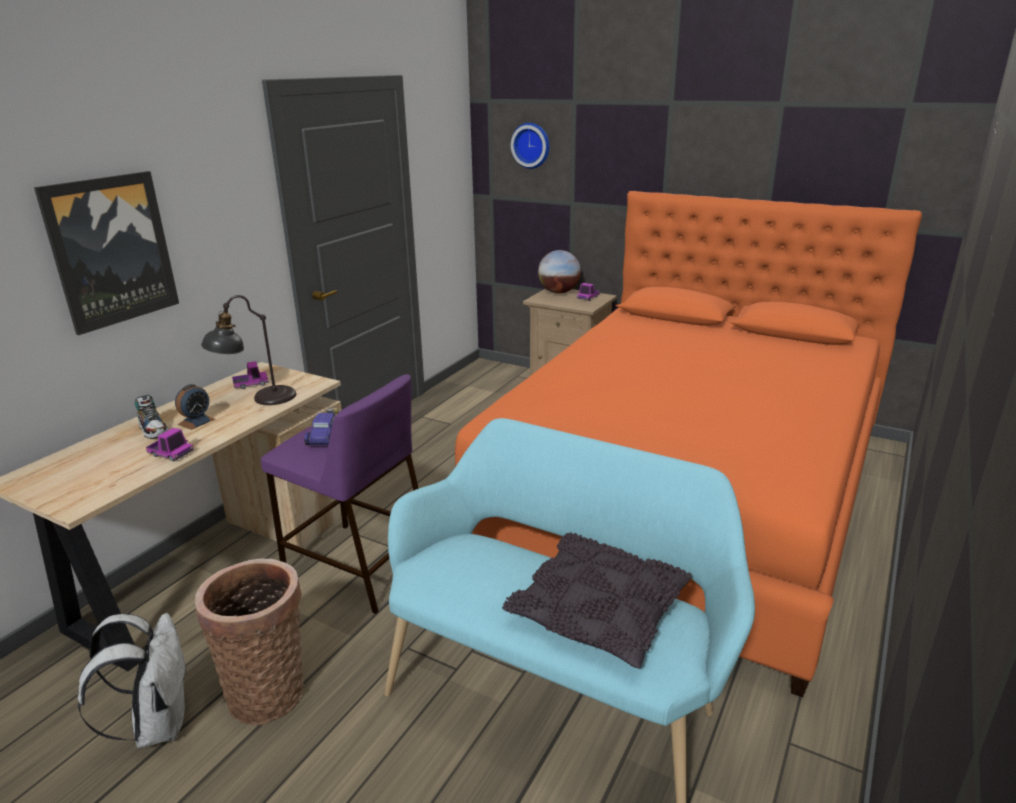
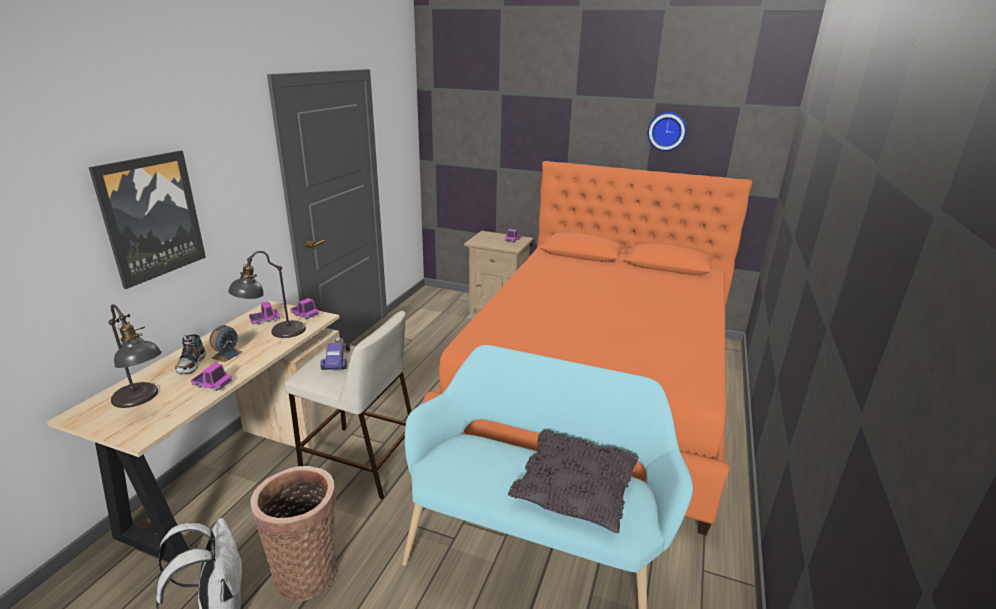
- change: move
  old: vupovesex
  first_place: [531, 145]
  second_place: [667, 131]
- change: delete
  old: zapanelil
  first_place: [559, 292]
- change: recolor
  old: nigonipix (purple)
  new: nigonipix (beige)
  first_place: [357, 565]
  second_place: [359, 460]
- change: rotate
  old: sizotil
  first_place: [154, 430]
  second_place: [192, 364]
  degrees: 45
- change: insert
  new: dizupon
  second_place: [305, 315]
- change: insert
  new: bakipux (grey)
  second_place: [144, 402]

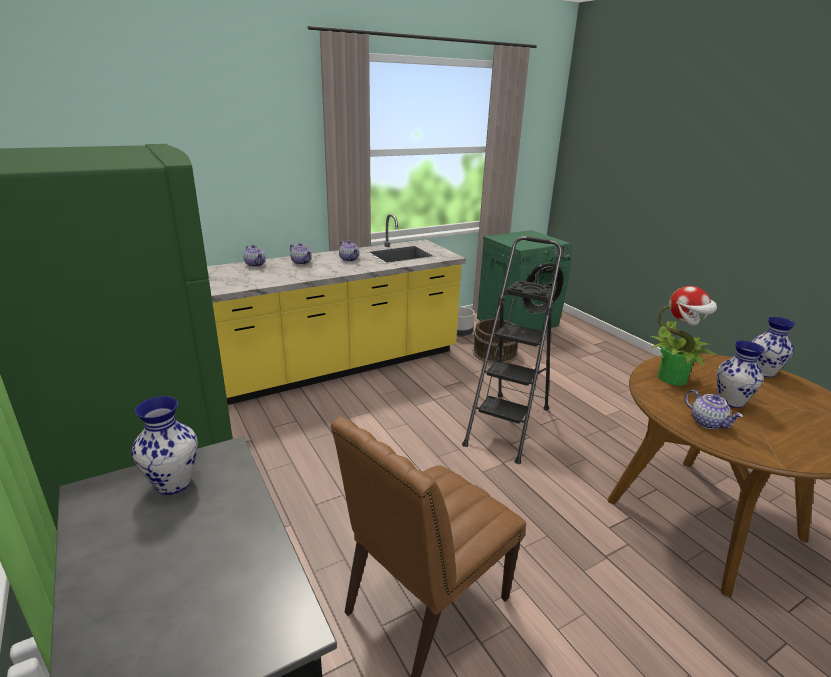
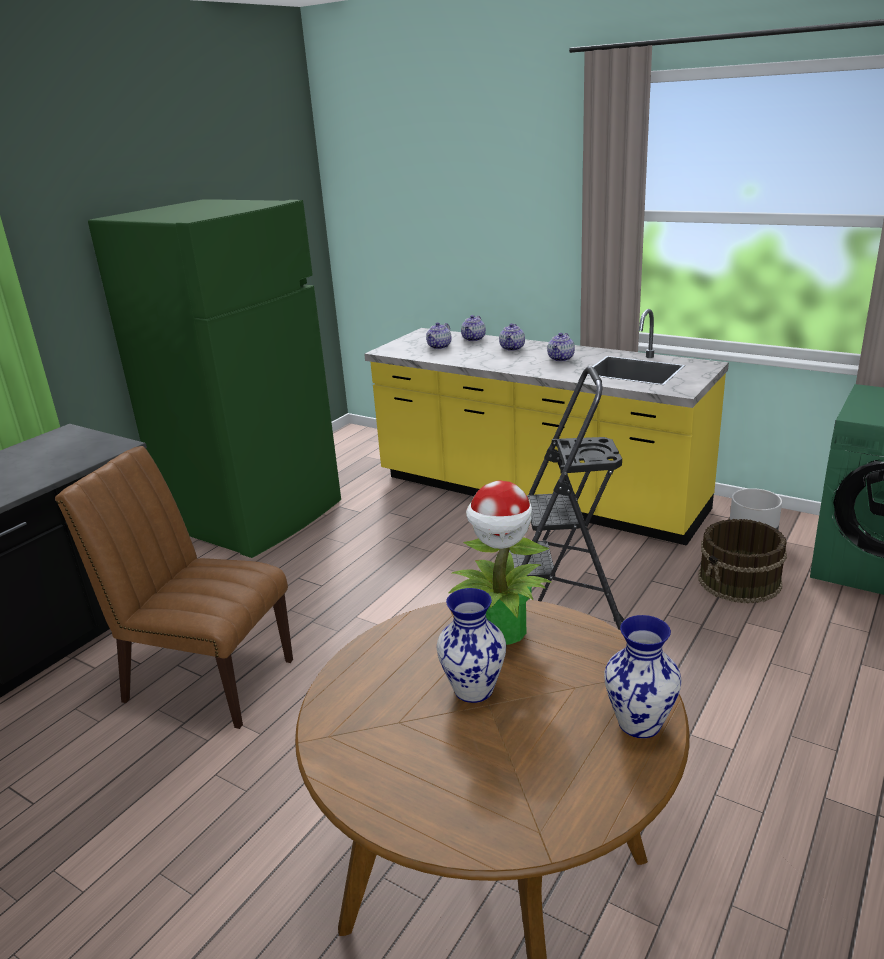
- change: move
  old: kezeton
  first_place: [708, 423]
  second_place: [439, 346]
- change: delete
  old: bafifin
  first_place: [173, 484]

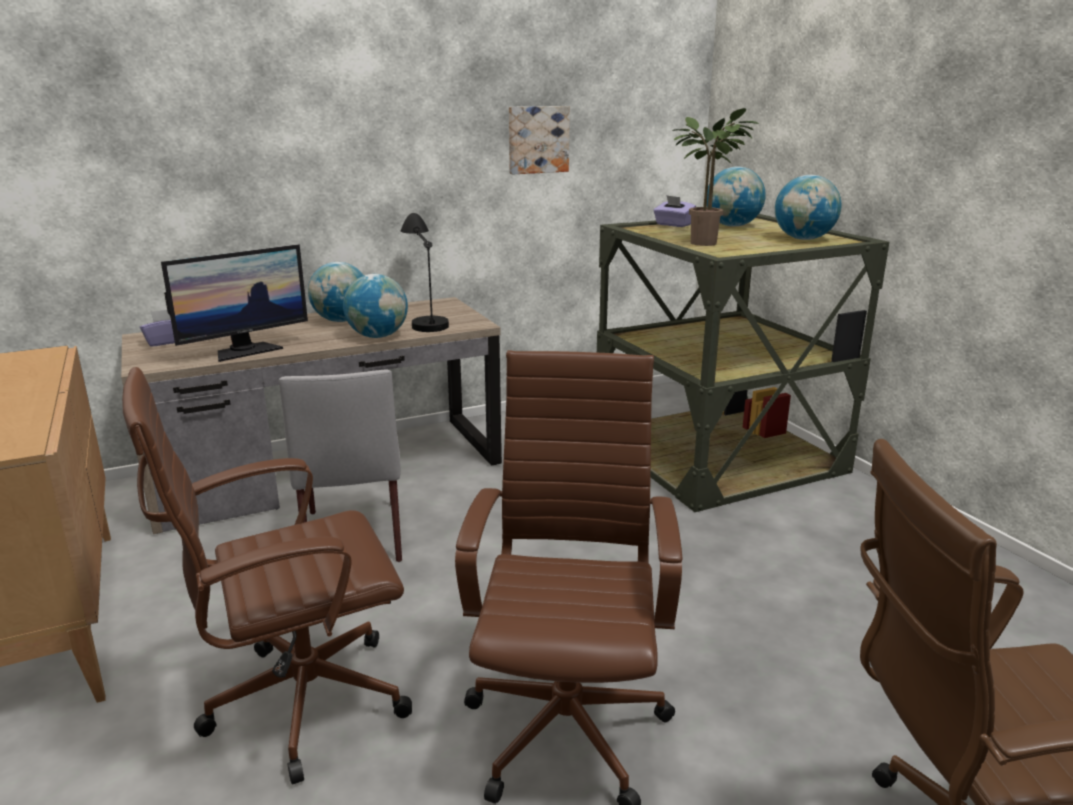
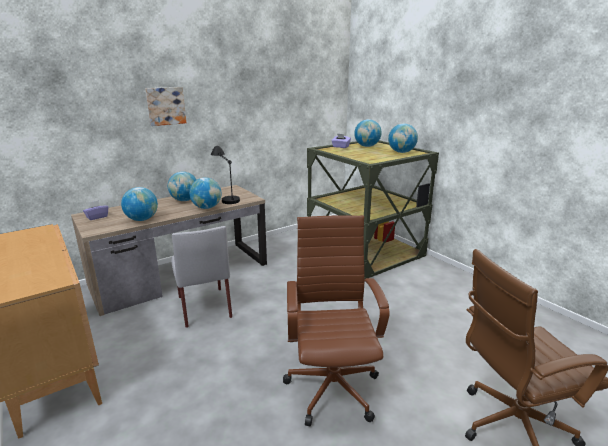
- change: move
  old: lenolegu
  first_place: [537, 139]
  second_place: [165, 106]
- change: delete
  old: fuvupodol
  first_place: [708, 243]
- change: replace
  old: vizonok
  new: zapanelil
  first_place: [245, 351]
  second_place: [142, 219]
- change: delete
  old: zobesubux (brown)
  first_place: [297, 705]

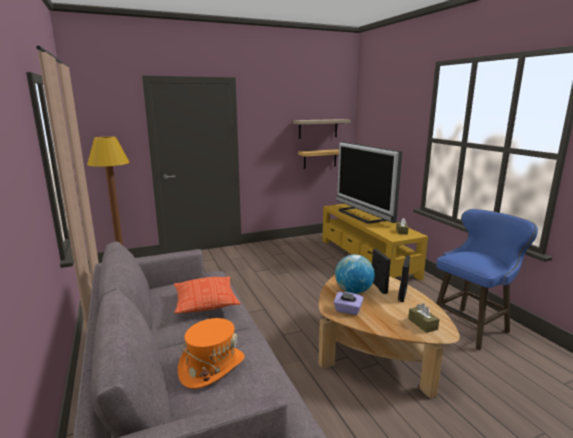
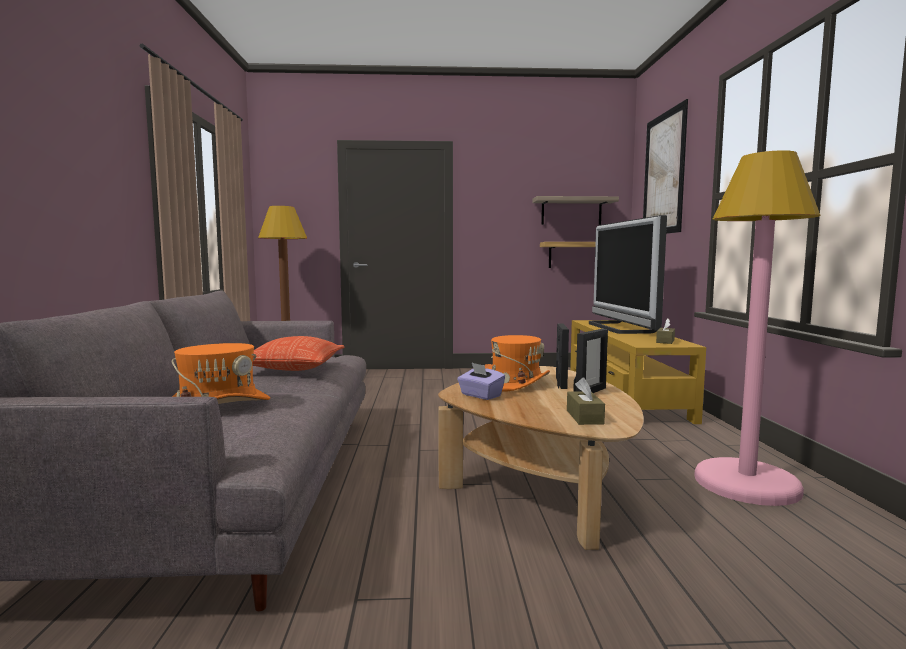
- change: replace
  old: nigonipix (blue)
  new: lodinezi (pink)
  first_place: [471, 327]
  second_place: [746, 483]
- change: replace
  old: zapanelil
  new: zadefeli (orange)
  first_place: [353, 291]
  second_place: [515, 383]
- change: insert
  new: lenolegu
  second_place: [663, 174]

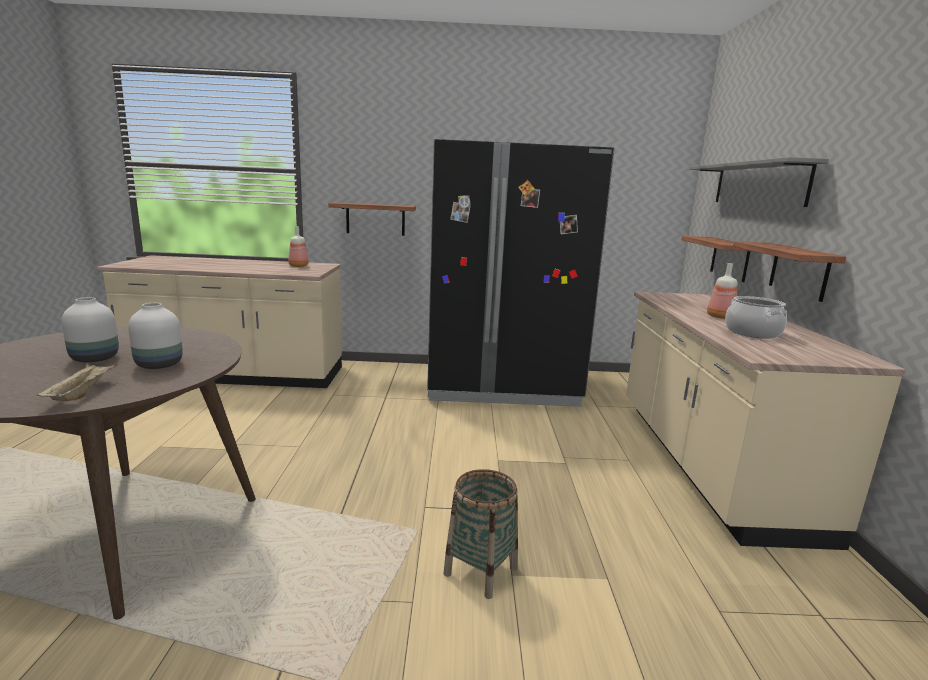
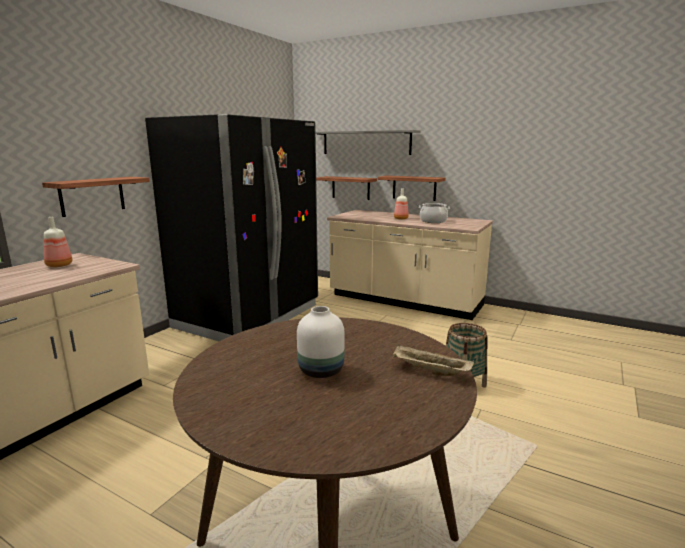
- change: delete
  old: bafifin (white)
  first_place: [158, 365]

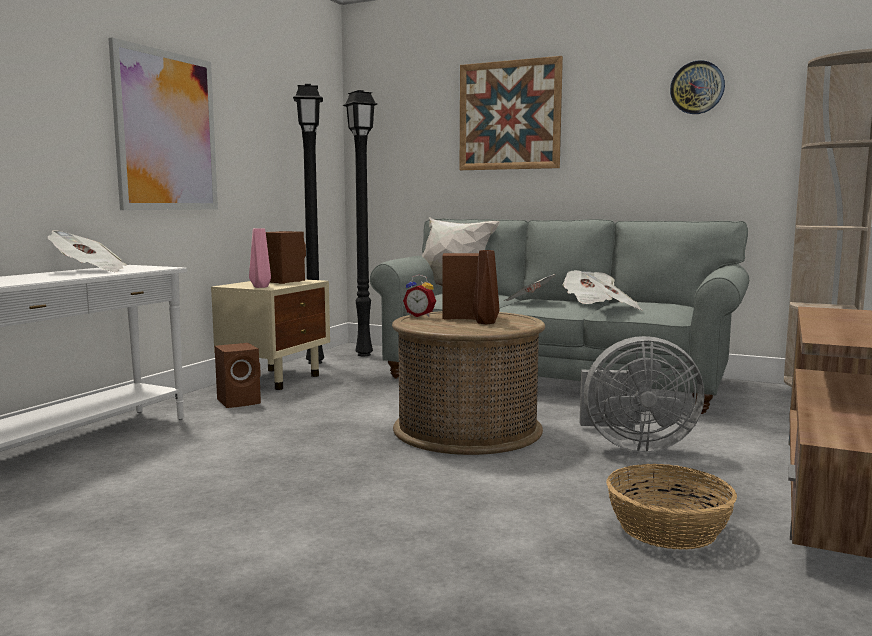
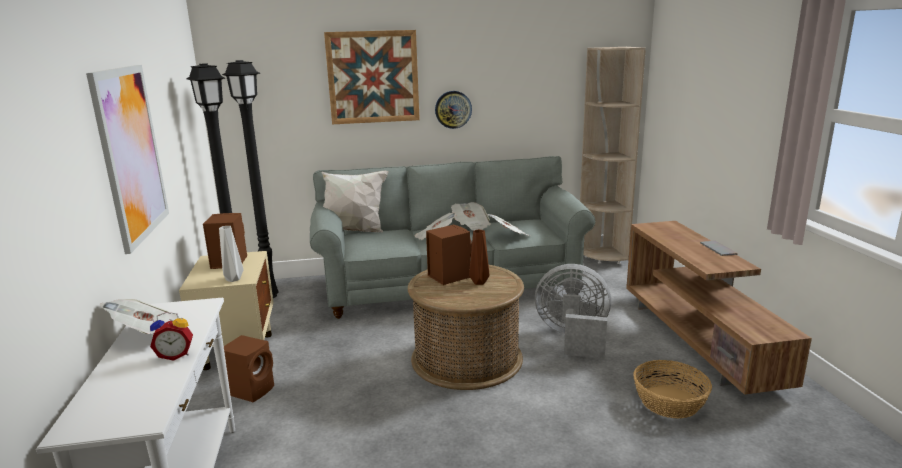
- change: move
  old: vupovesex
  first_place: [697, 87]
  second_place: [453, 109]
- change: recolor
  old: bafifin (pink)
  new: bafifin (grey)
  first_place: [260, 287]
  second_place: [232, 279]
- change: move
  old: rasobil
  first_place: [420, 315]
  second_place: [175, 355]
- change: rotate
  old: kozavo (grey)
  first_place: [633, 445]
  second_place: [573, 338]
  degrees: -135

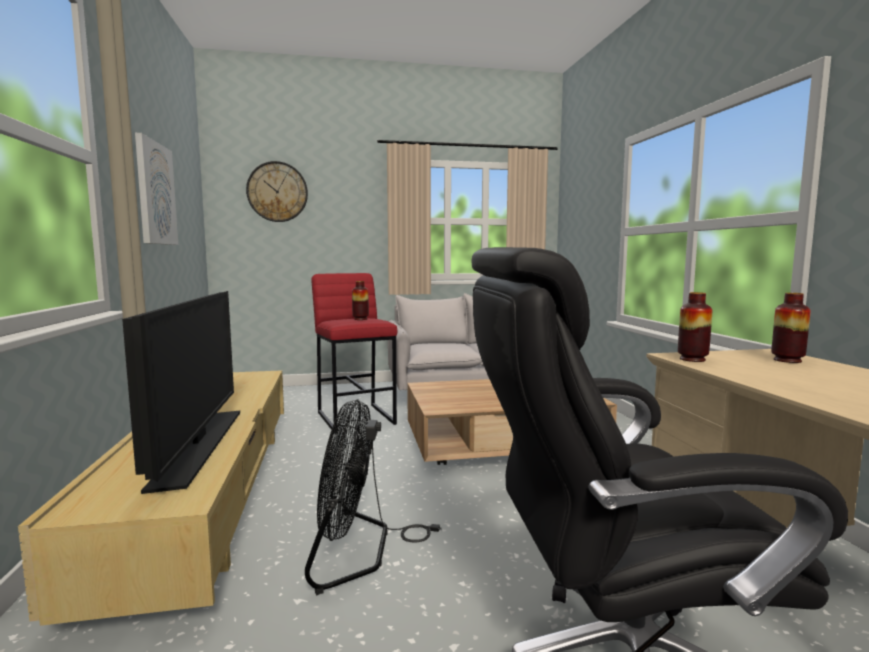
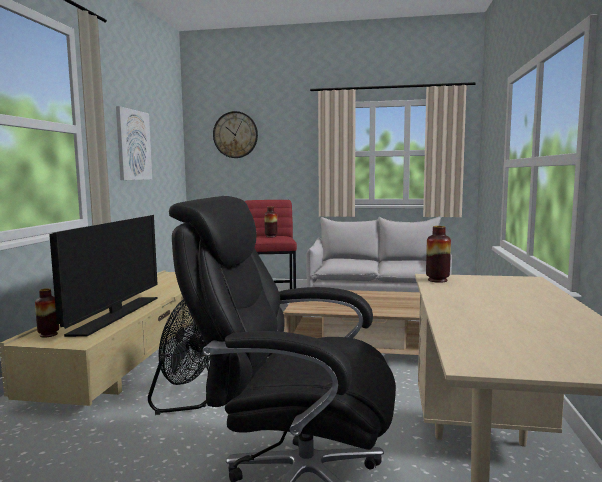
- change: move
  old: bafifin
  first_place: [787, 360]
  second_place: [48, 334]

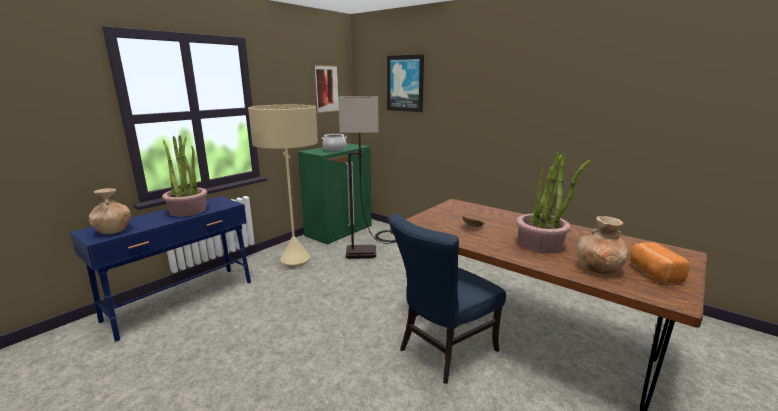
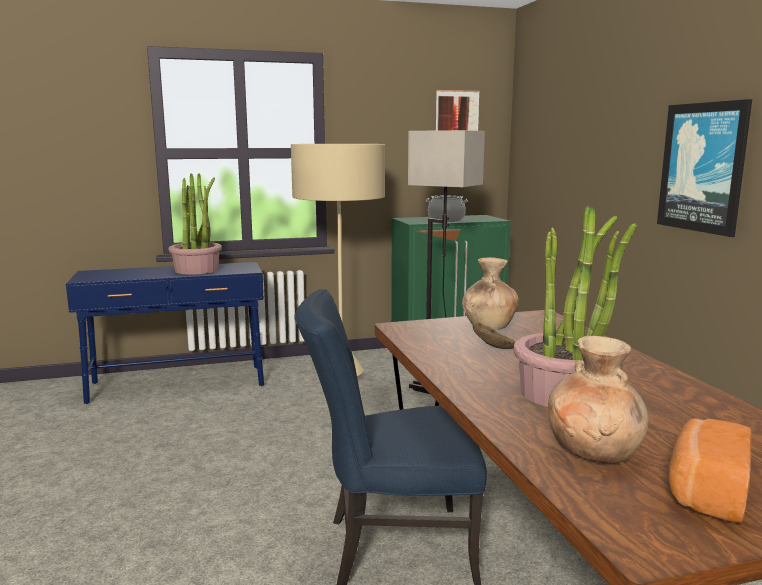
- change: move
  old: lenolegu
  first_place: [405, 83]
  second_place: [703, 167]
- change: move
  old: bafifin (brown)
  first_place: [113, 231]
  second_place: [489, 326]

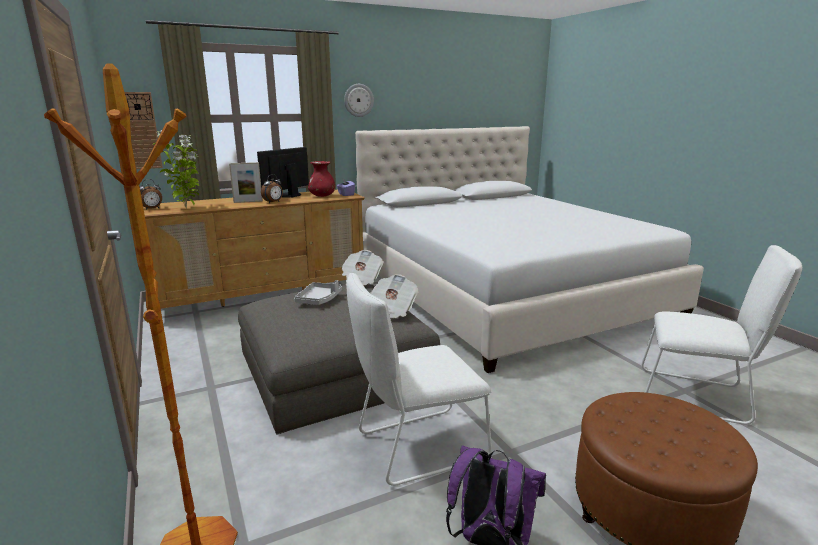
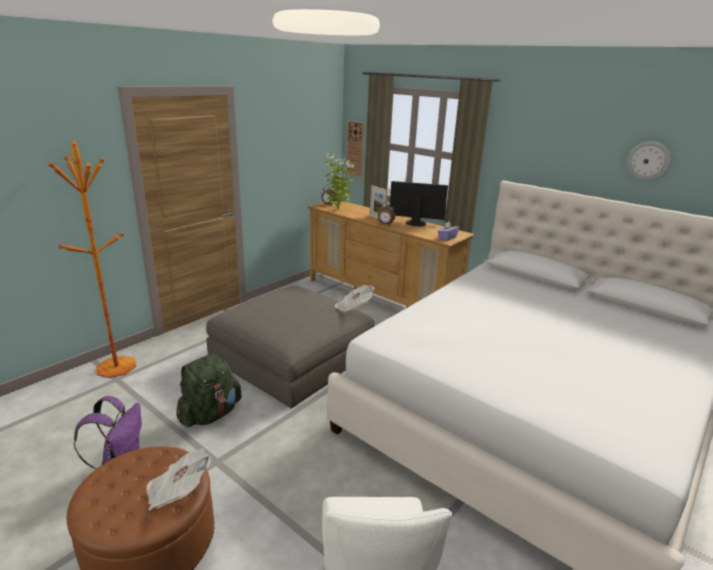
- change: move
  old: vupovesex
  first_place: [358, 100]
  second_place: [648, 161]
- change: delete
  old: bafifin (red)
  first_place: [322, 196]
- change: replace
  old: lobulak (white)
  new: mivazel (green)
  first_place: [416, 447]
  second_place: [210, 414]
- change: move
  old: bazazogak
  first_place: [392, 310]
  second_place: [178, 491]
- change: delete
  old: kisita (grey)
  first_place: [319, 299]

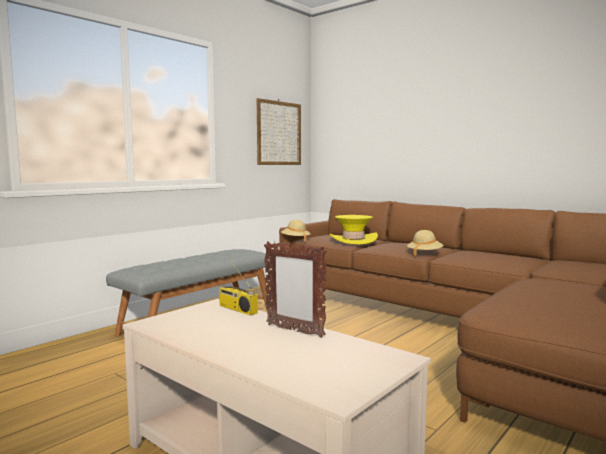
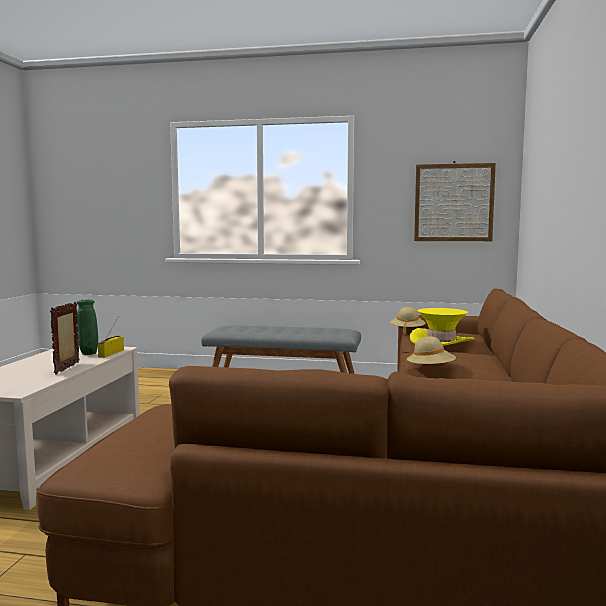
- change: insert
  new: bafifin (green)
  second_place: [88, 354]

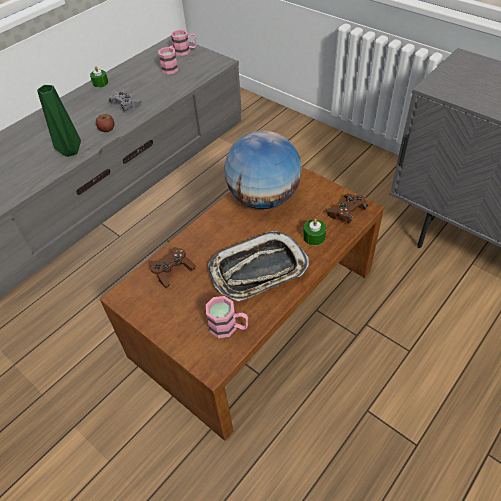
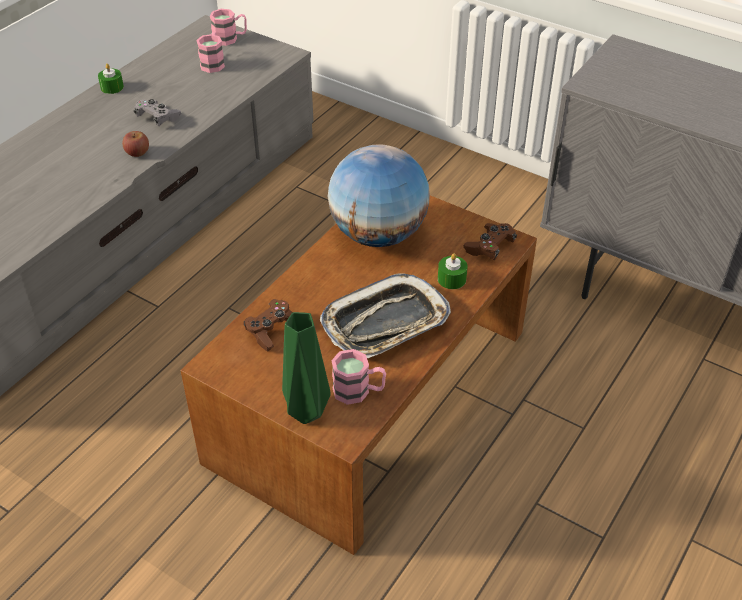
- change: move
  old: bafifin (green)
  first_place: [69, 151]
  second_place: [304, 411]

